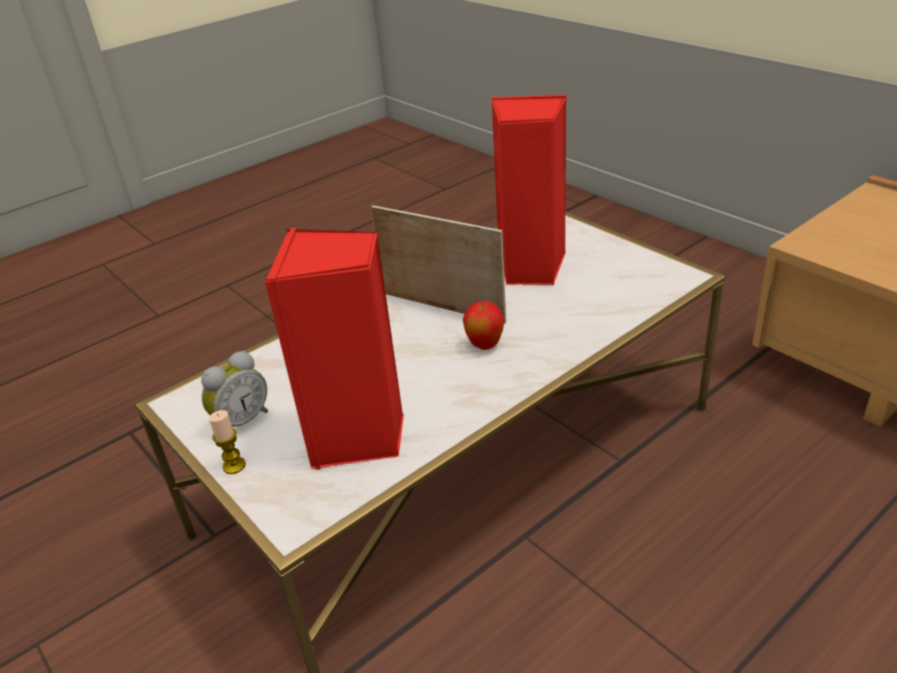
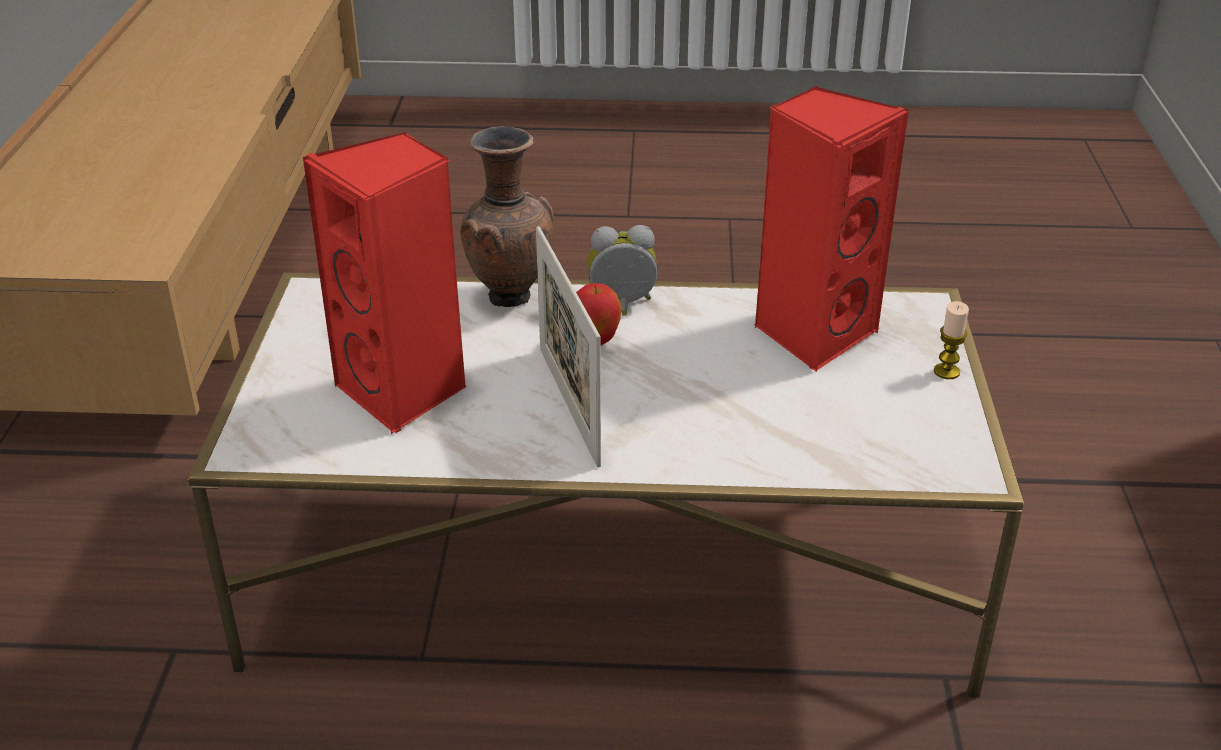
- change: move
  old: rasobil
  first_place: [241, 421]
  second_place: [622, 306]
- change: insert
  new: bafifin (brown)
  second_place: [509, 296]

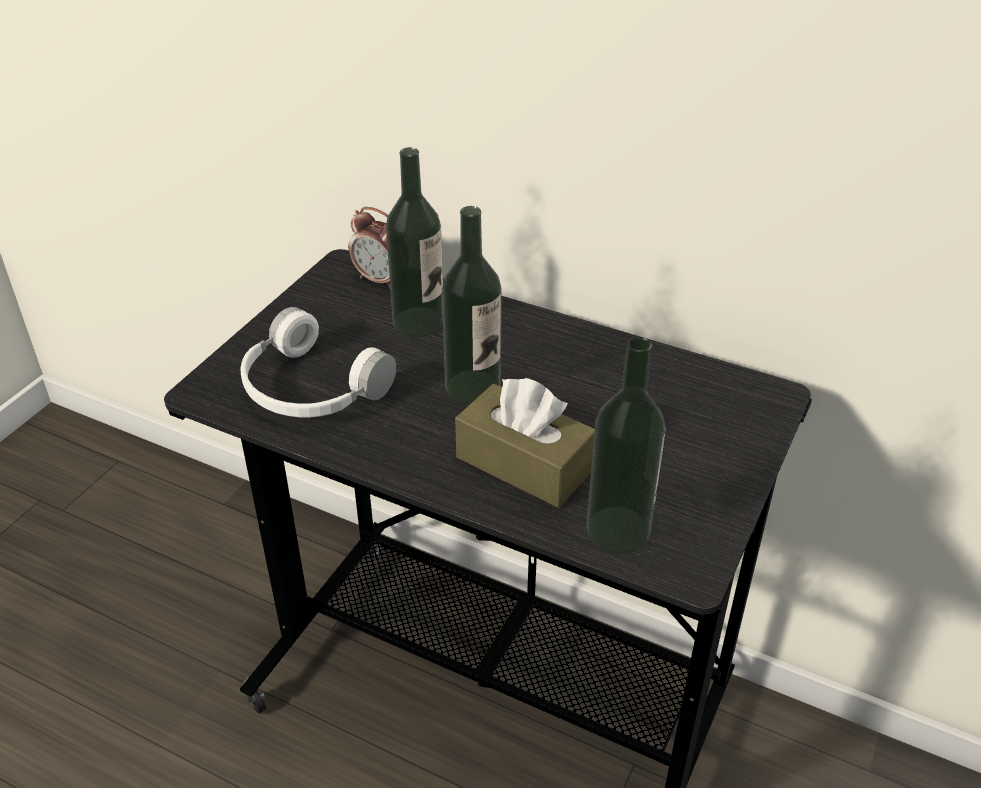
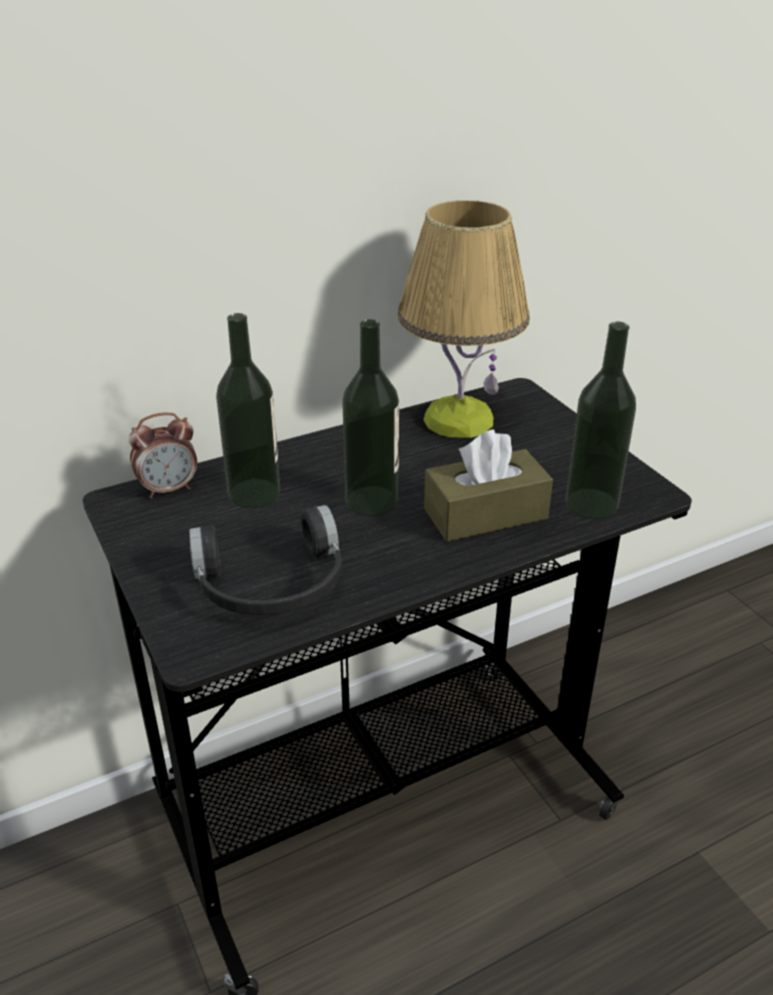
- change: recolor
  old: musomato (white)
  new: musomato (black)
  first_place: [309, 389]
  second_place: [272, 585]
- change: insert
  new: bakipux
  second_place: [458, 419]

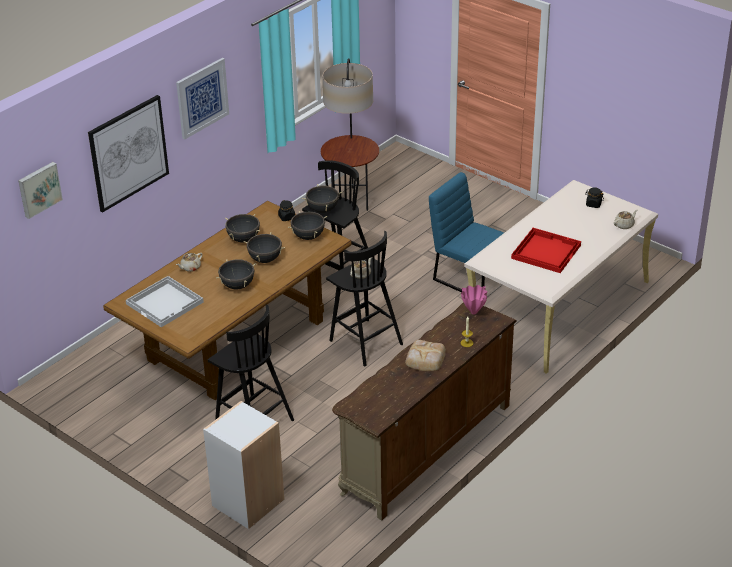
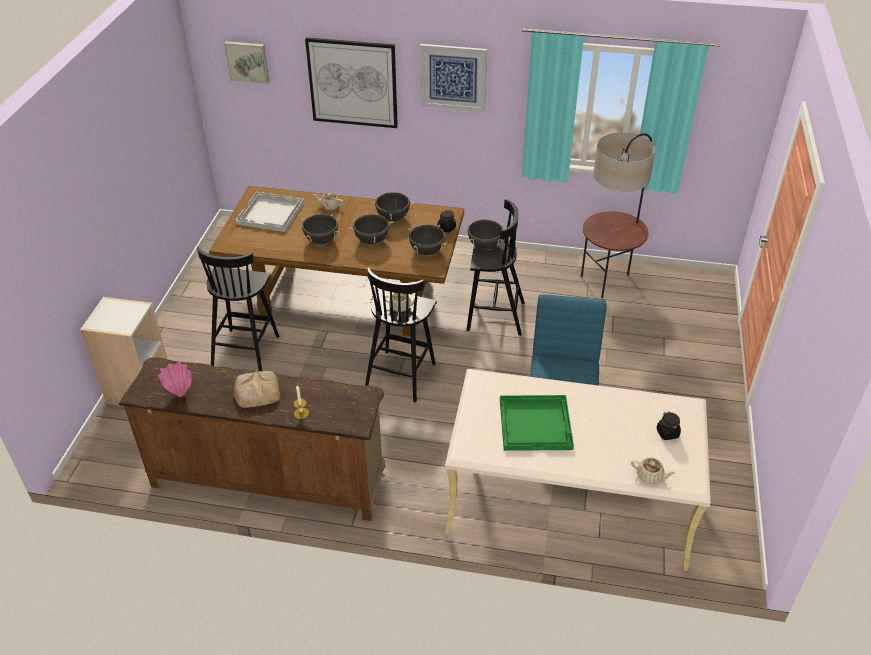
- change: recolor
  old: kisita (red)
  new: kisita (green)
  first_place: [545, 251]
  second_place: [536, 423]
- change: move
  old: bafifin (pink)
  first_place: [473, 312]
  second_place: [180, 394]

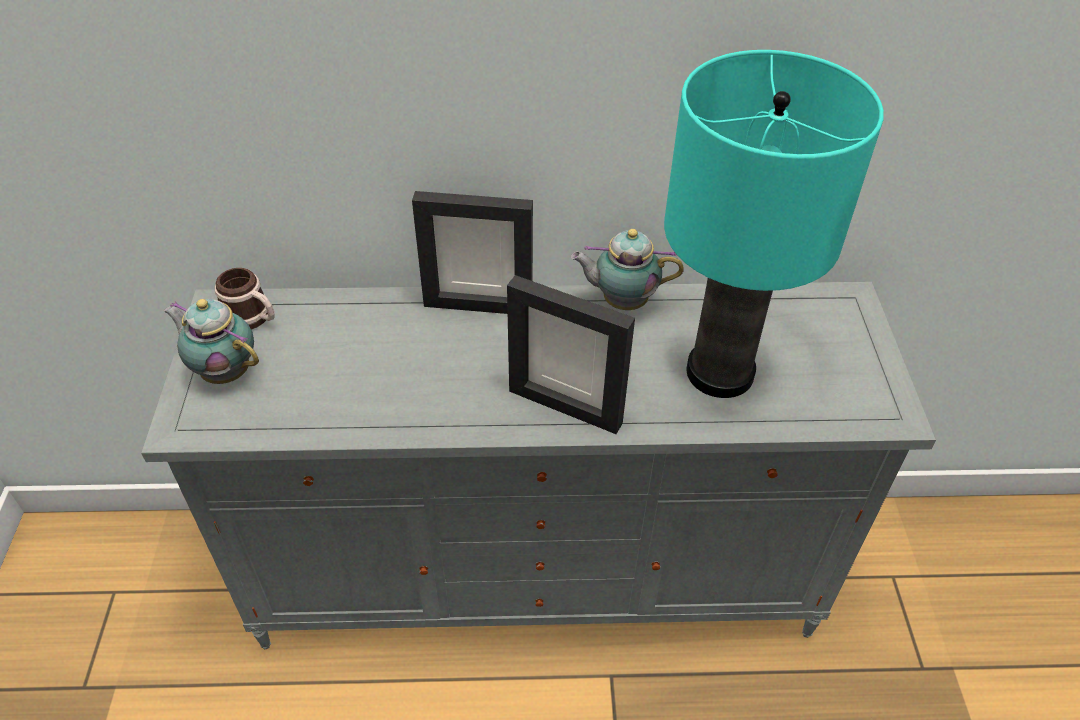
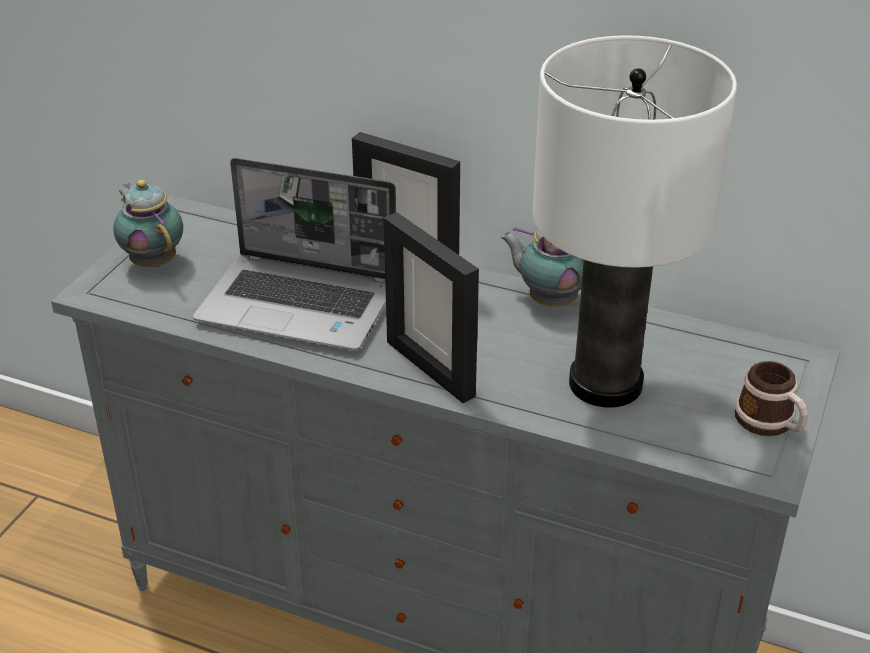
- change: recolor
  old: bakipux (turquoise)
  new: bakipux (white)
  first_place: [720, 373]
  second_place: [605, 384]
- change: move
  old: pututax
  first_place: [252, 318]
  second_place: [770, 424]
- change: insert
  new: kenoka
  second_place: [301, 304]

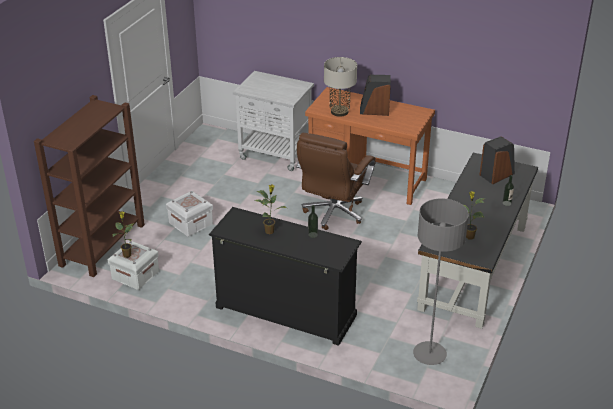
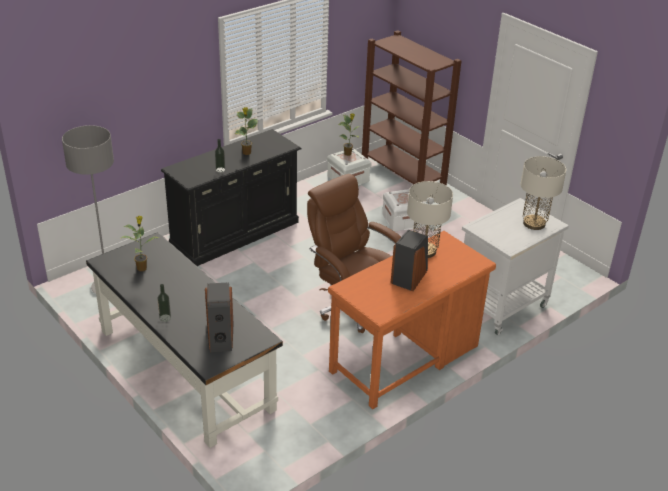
- change: insert
  new: bakipux
  second_place: [534, 223]

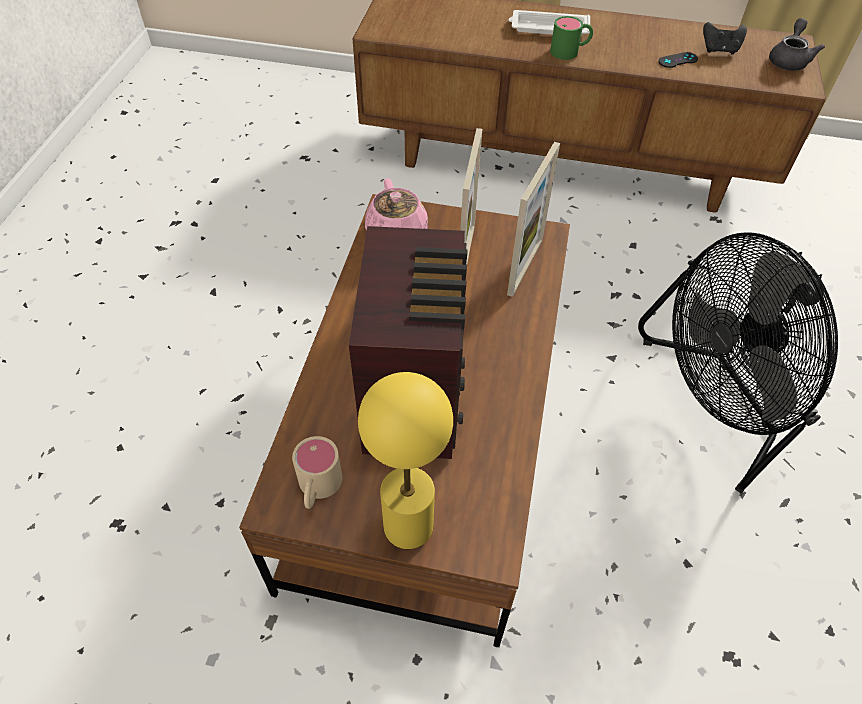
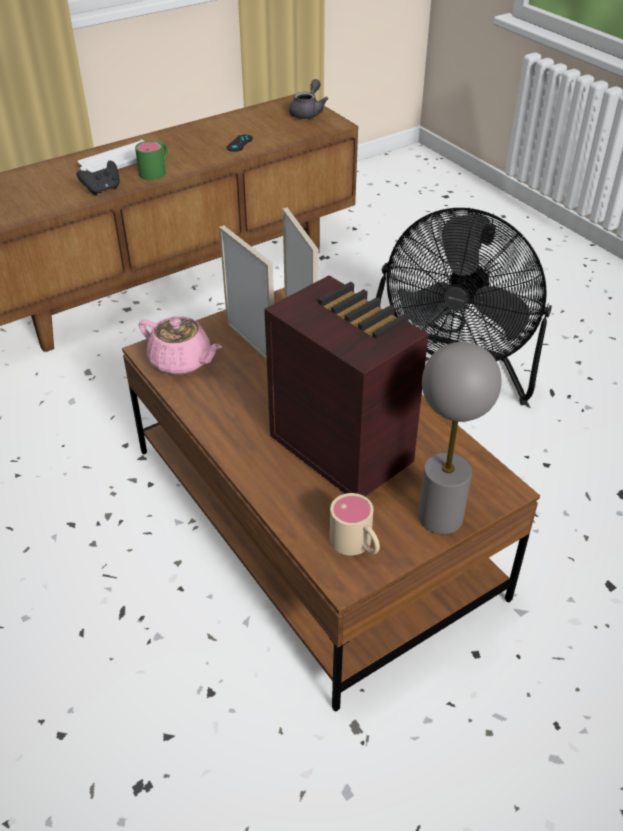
- change: rotate
  old: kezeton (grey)
  first_place: [789, 60]
  second_place: [308, 112]
  degrees: 45
- change: move
  old: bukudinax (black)
  first_place: [719, 50]
  second_place: [102, 189]
- change: recolor
  old: bakipux (yellow)
  new: bakipux (grey)
  first_place: [409, 525]
  second_place: [440, 516]

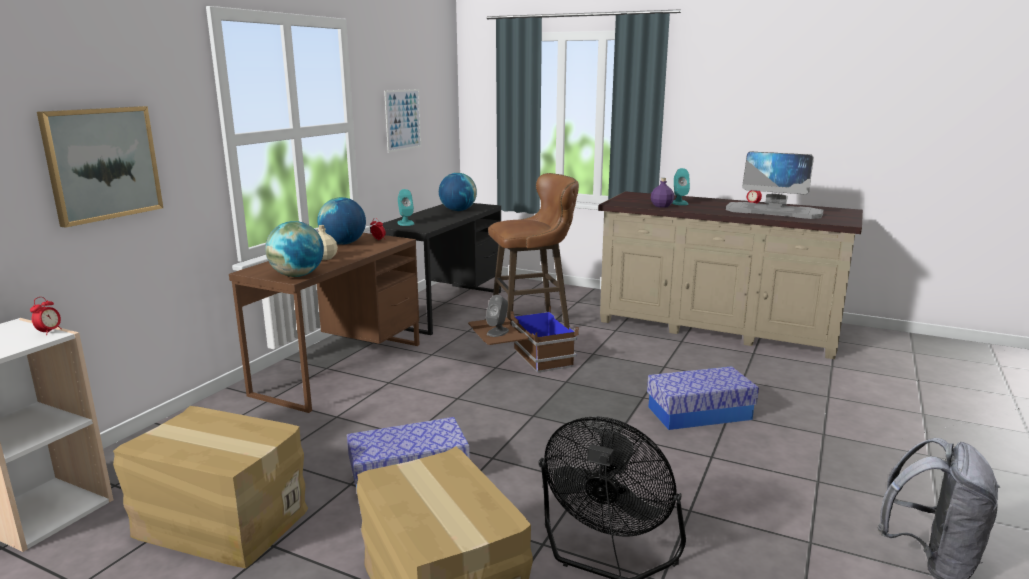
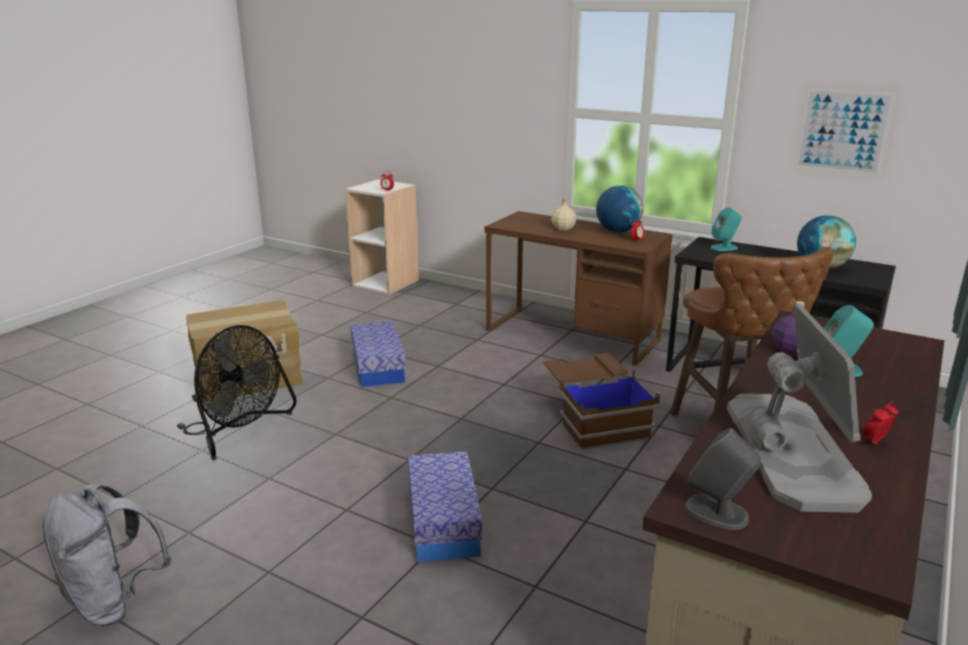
- change: delete
  old: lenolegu
  first_place: [102, 163]
- change: rotate
  old: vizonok
  first_place: [774, 212]
  second_place: [790, 449]
  degrees: 150
- change: delete
  old: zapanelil
  first_place: [297, 275]
- change: move
  old: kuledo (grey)
  first_place: [498, 332]
  second_place: [717, 512]
- change: delete
  old: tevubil
  first_place: [220, 523]

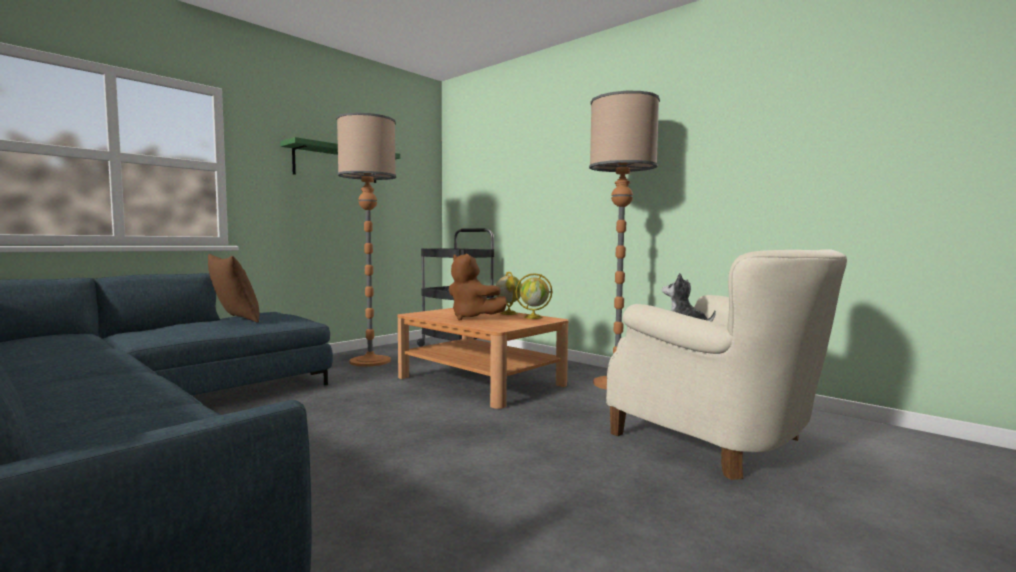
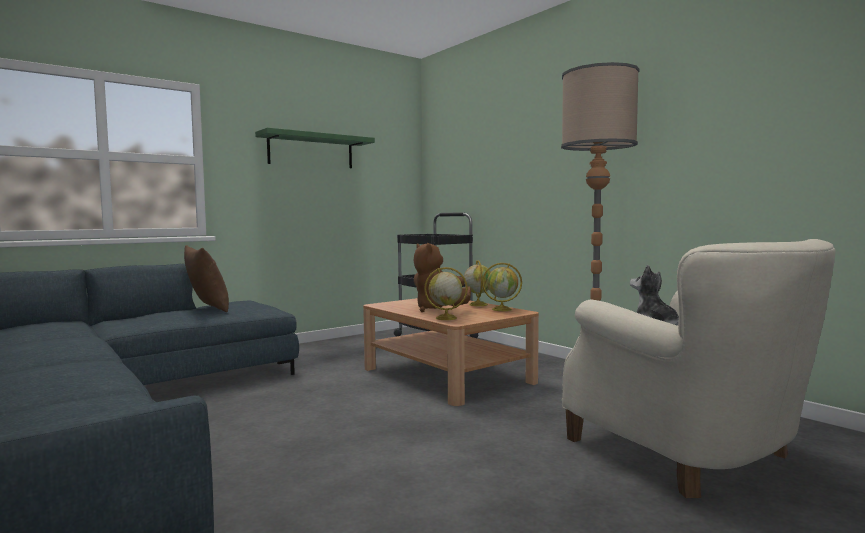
- change: delete
  old: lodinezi
  first_place: [370, 361]
- change: insert
  new: zapanelil
  second_place: [445, 318]

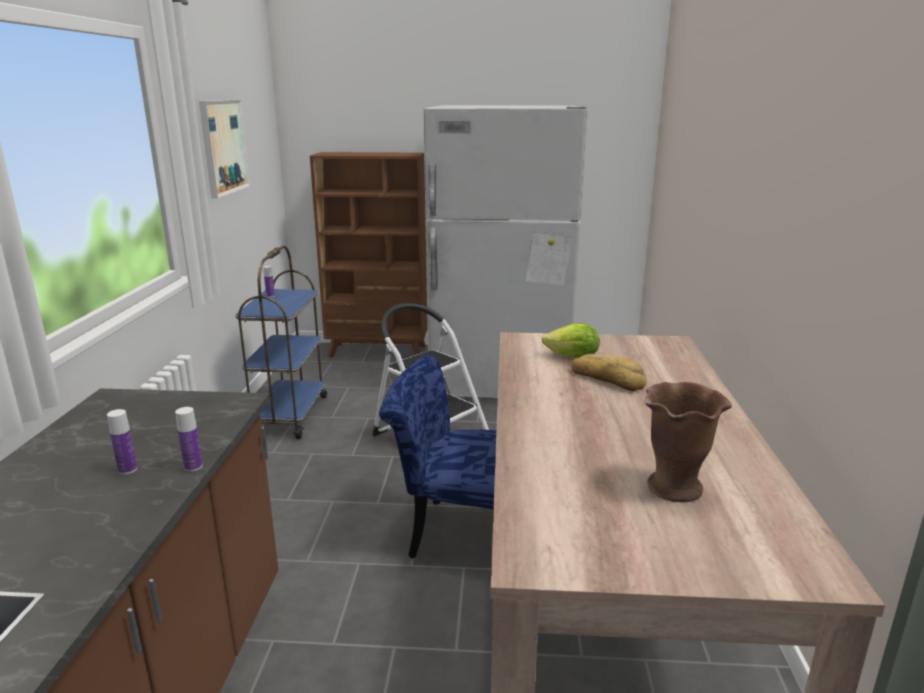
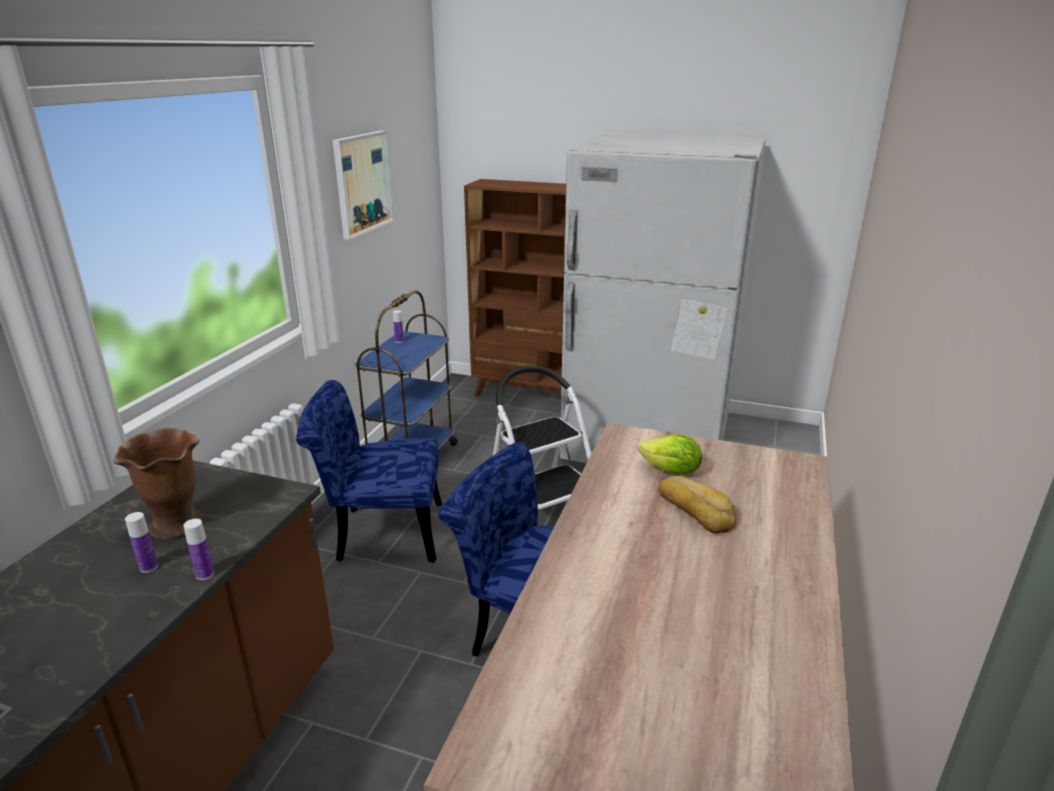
- change: move
  old: bafifin (brown)
  first_place: [674, 487]
  second_place: [176, 525]
- change: insert
  new: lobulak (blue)
  second_place: [380, 533]

